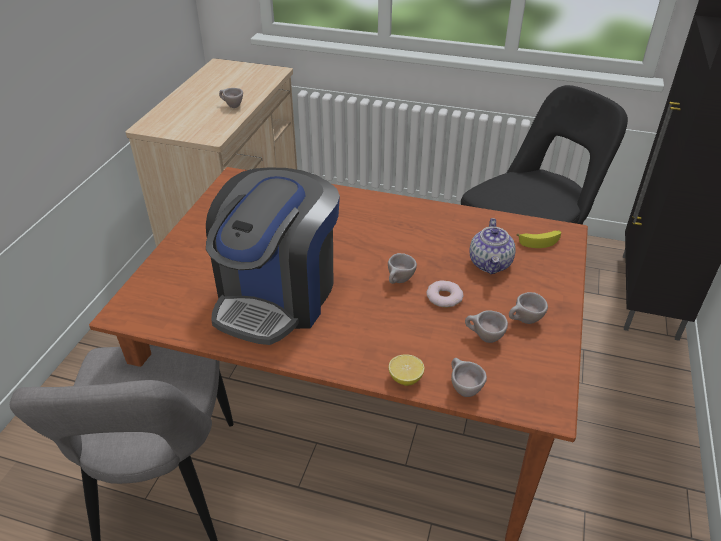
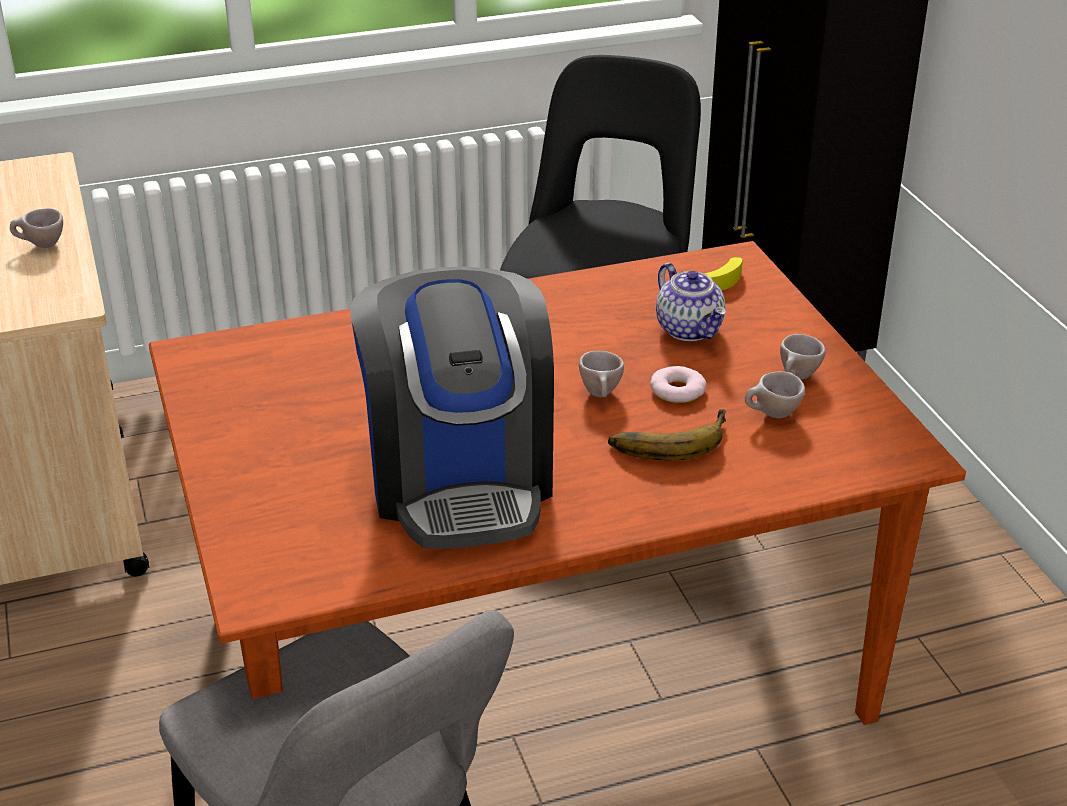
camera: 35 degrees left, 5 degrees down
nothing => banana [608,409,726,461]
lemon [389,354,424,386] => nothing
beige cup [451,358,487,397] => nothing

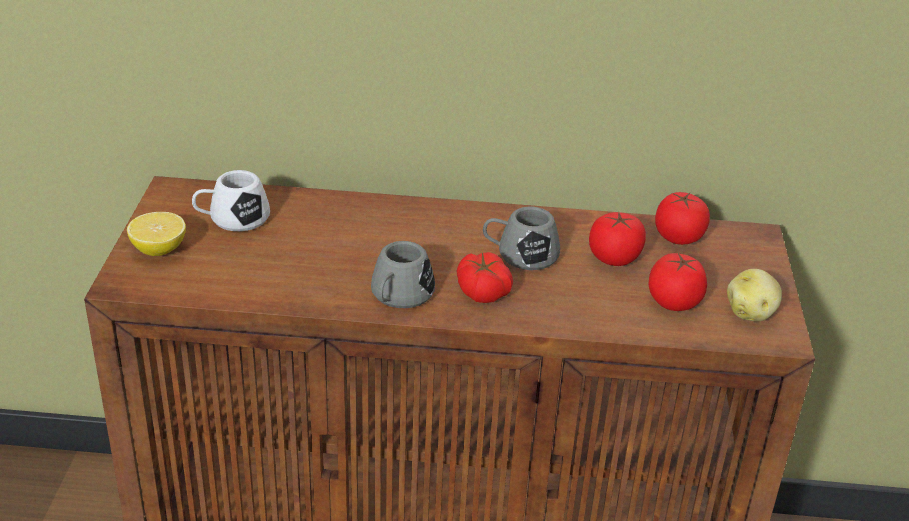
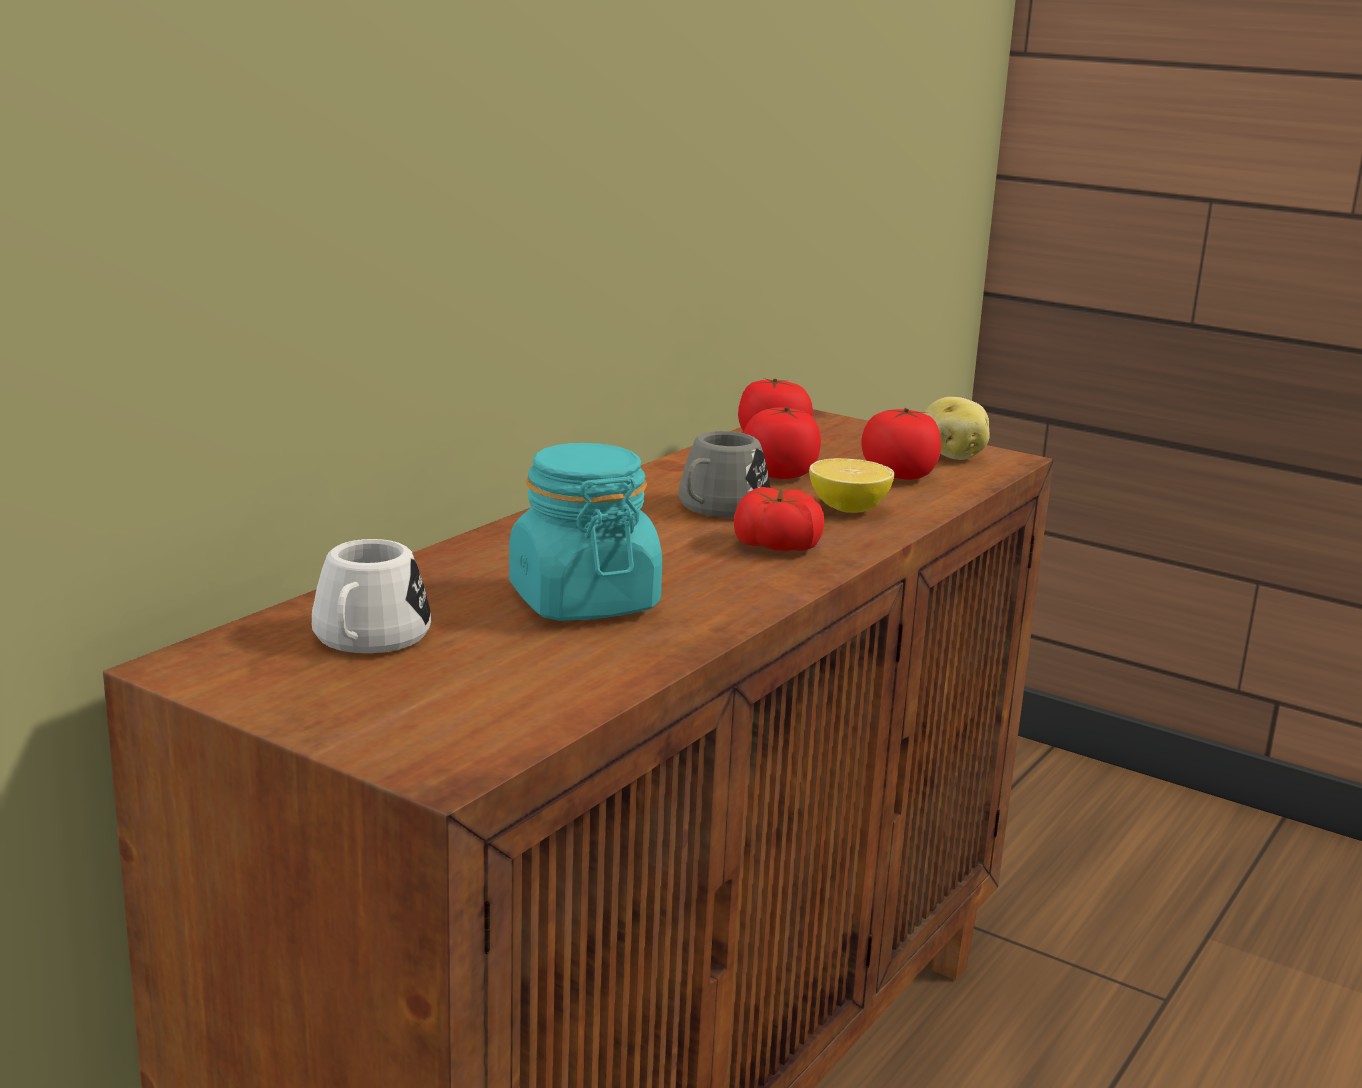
camera: 60 degrees left, 15 degrees down
nothing => turquoise jar [509,443,662,621]
lemon [127,212,186,256] => lemon [809,458,894,513], move
grey mug [371,241,435,308] => nothing

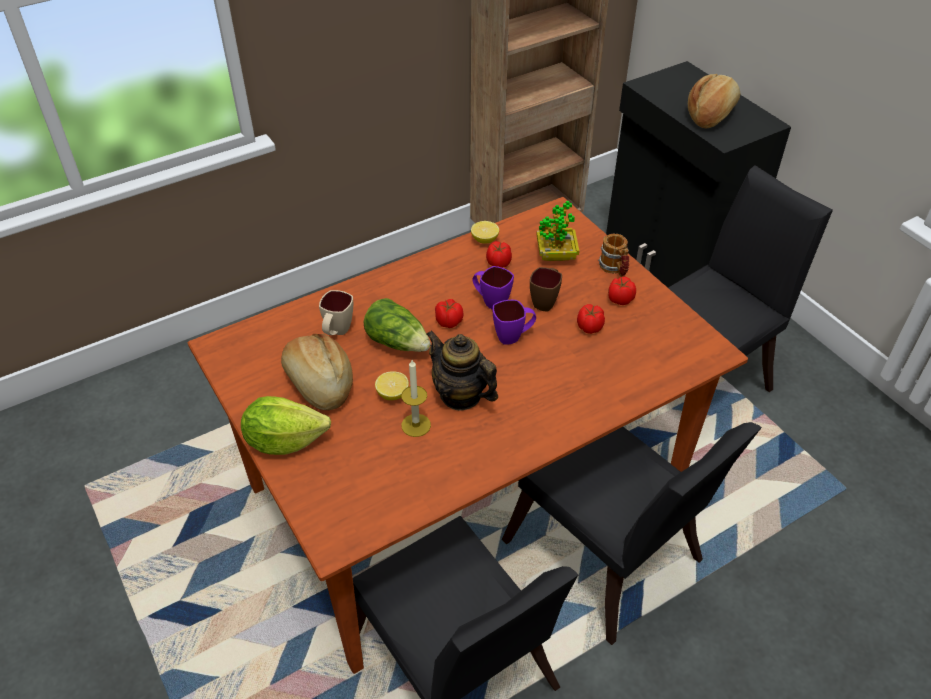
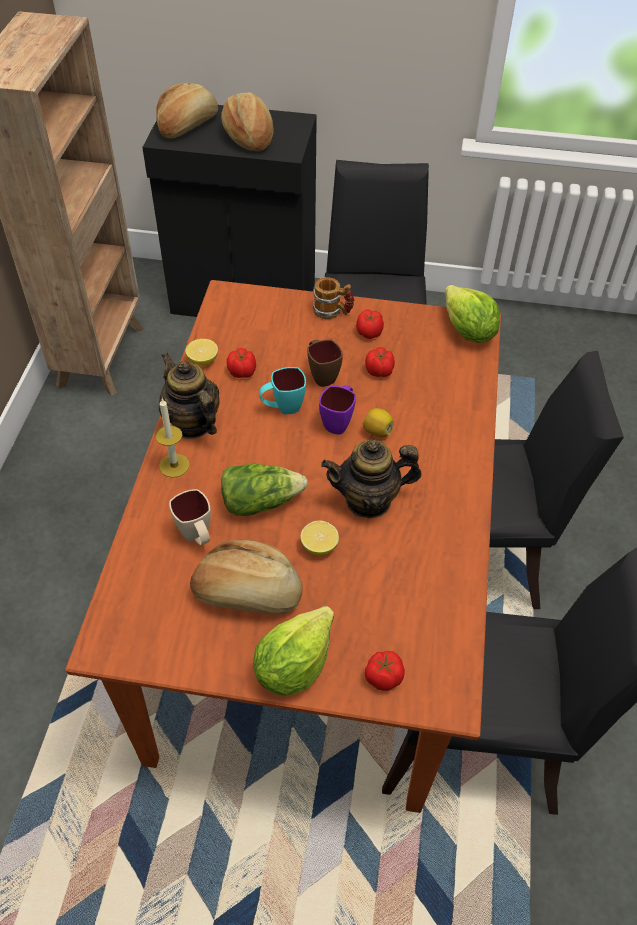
camera: 50 degrees left, 5 degrees up
candle [401,360,431,437] => candle [155,399,190,478], move
nothing => bread [157,83,218,139]
nothing => teapot [159,353,220,439]
purple mug [472,266,514,310] => turquoise mug [259,367,306,414]
nothing => lemon [363,408,394,437]
tomato [435,299,464,328] => tomato [365,651,405,691], move
nothing => lettuce [445,285,500,343]
potted plant [537,201,579,261] => nothing

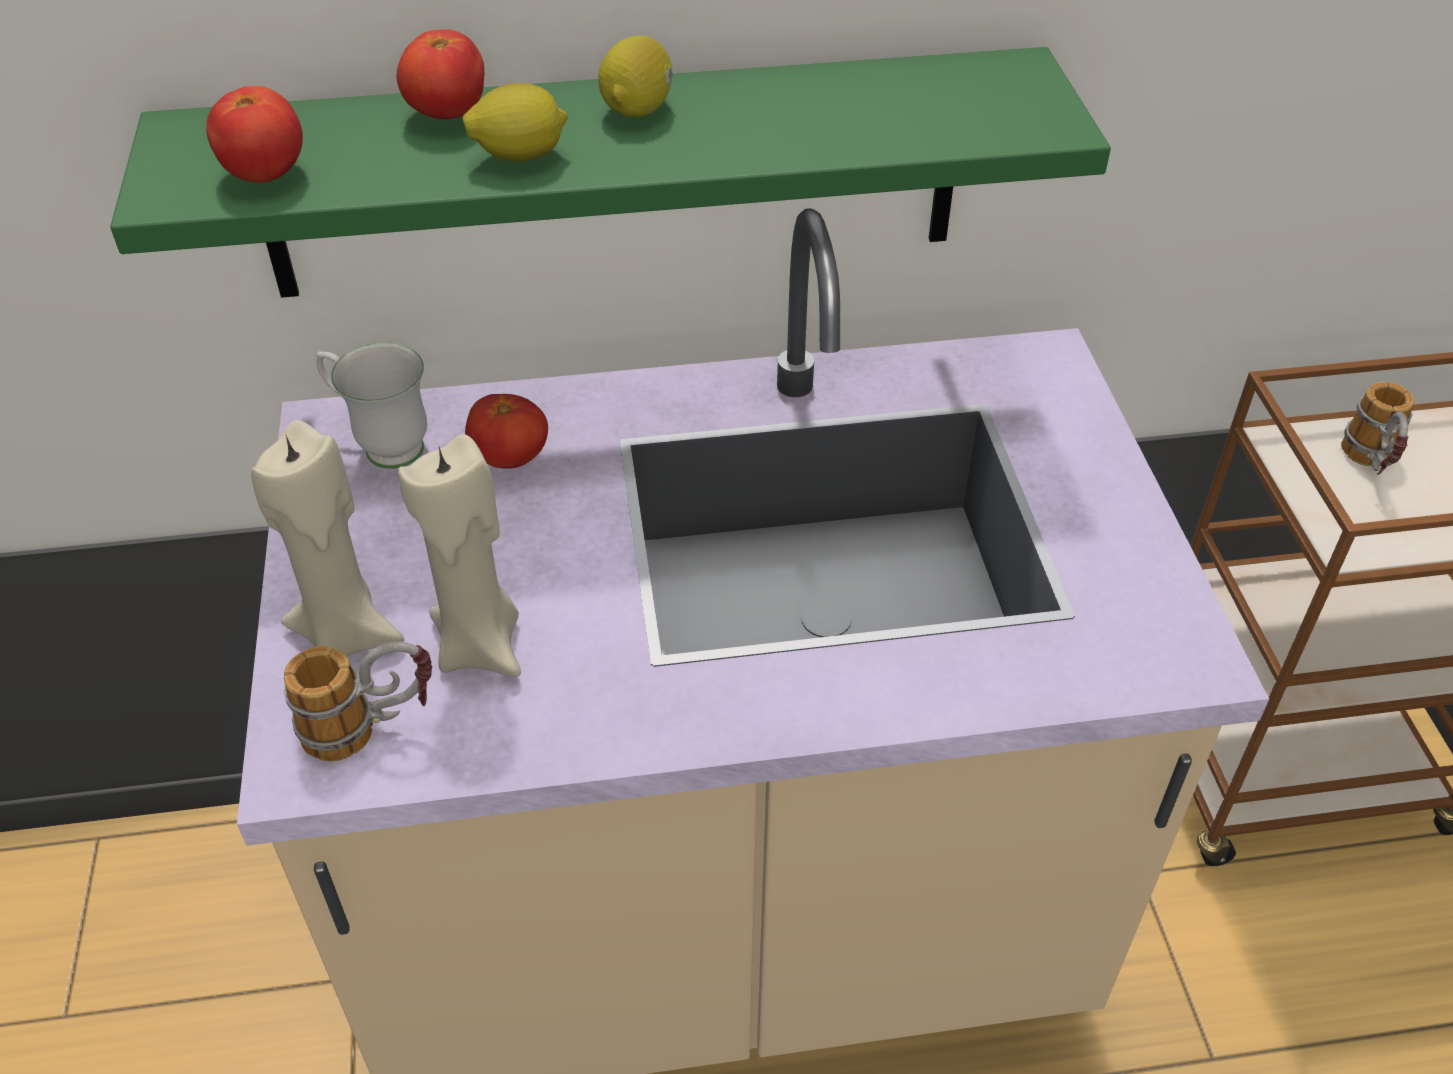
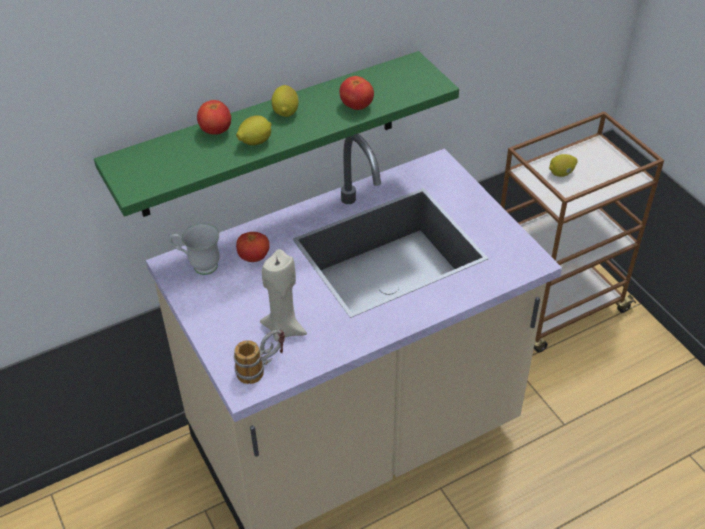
camera: 20 degrees left, 0 degrees up
tomato [206,86,303,183] => tomato [340,76,374,110], move
mug [1341,382,1415,475] => lemon [549,154,578,177]
beige candle [251,421,404,656] => nothing

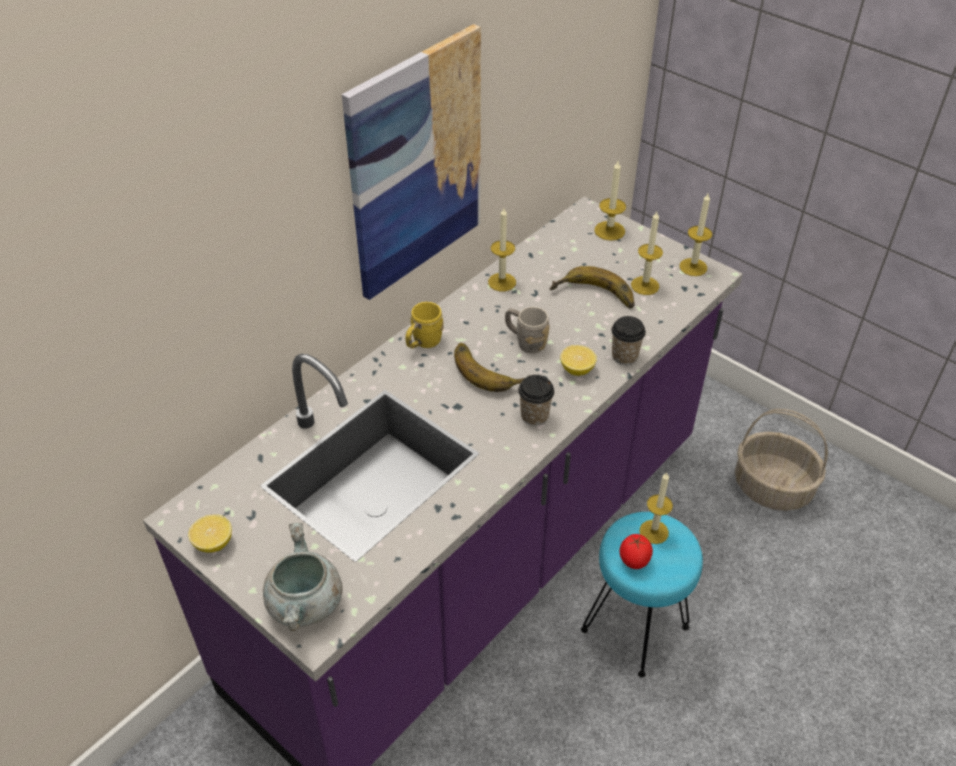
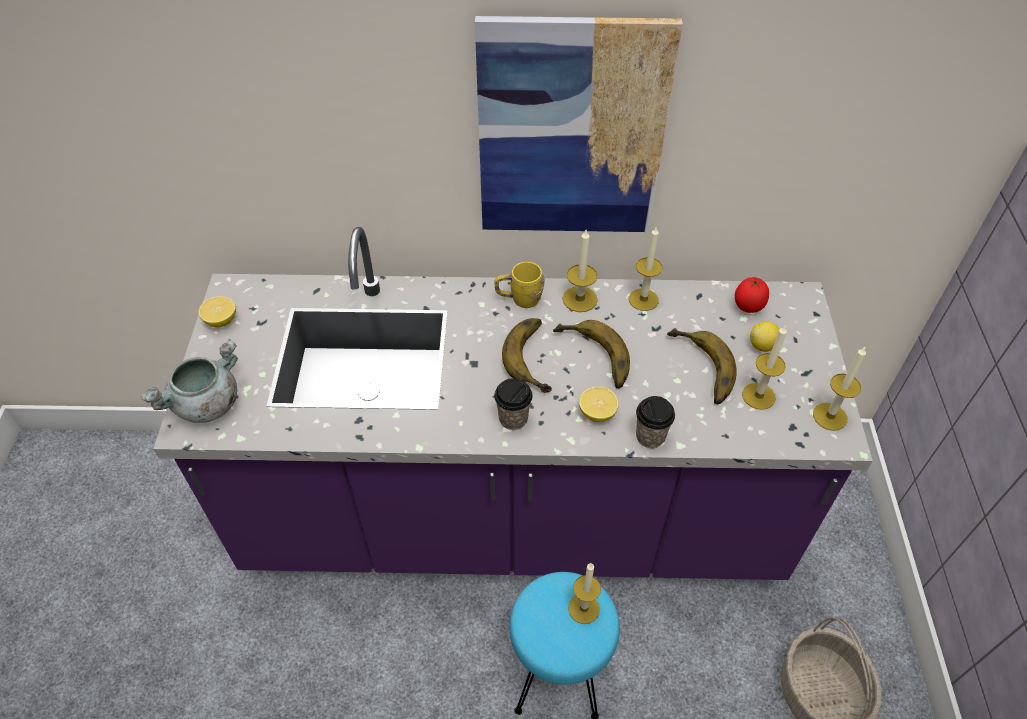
camera: 50 degrees right, 5 degrees up
grey mug [505,307,549,353] => banana [553,320,630,388]
candle [594,161,626,241] => candle [563,230,598,312], move
tomato [620,534,653,569] => tomato [735,277,769,313], move
nothing => lemon [750,322,780,352]

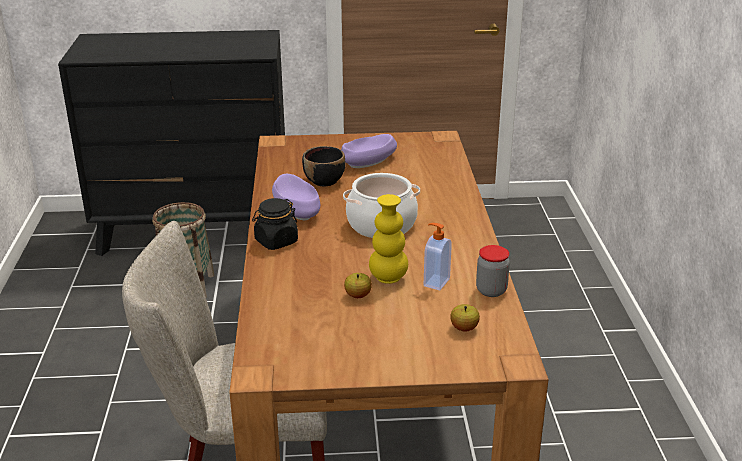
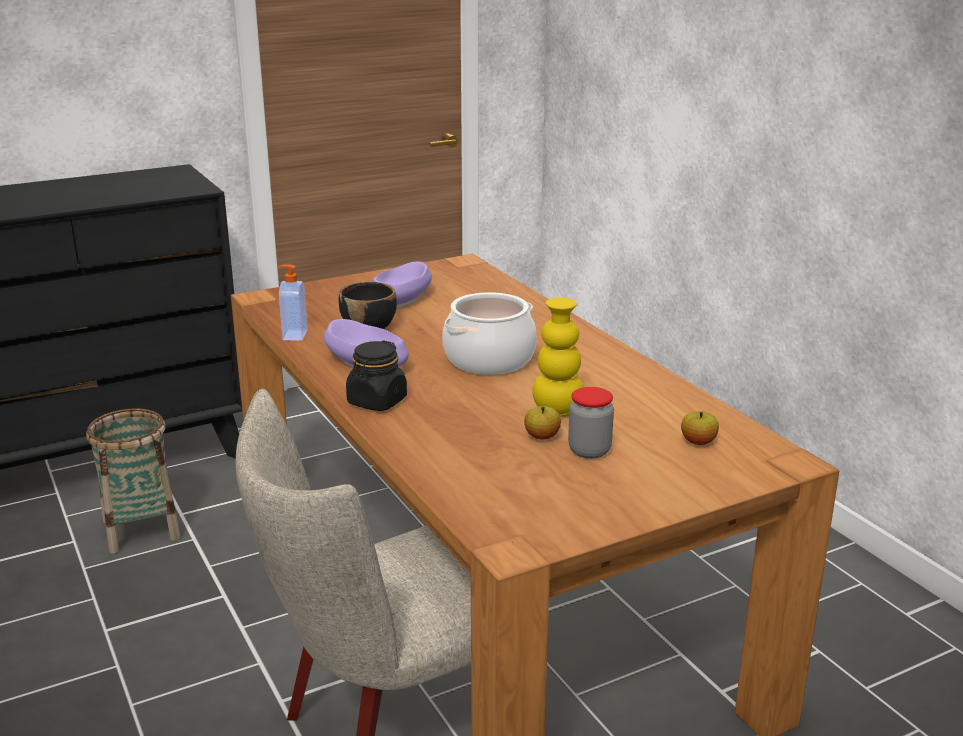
camera: 25 degrees left, 5 degrees down
soap dispenser [424,223,452,290] => soap dispenser [277,264,308,341], move
jar [476,245,510,297] => jar [568,387,614,459], move

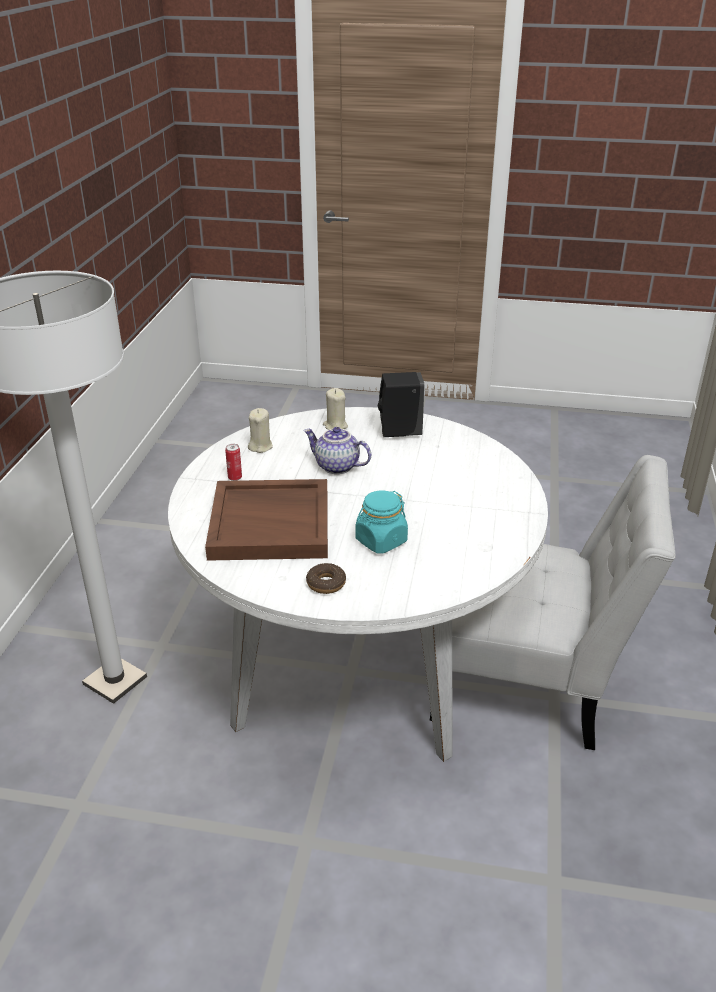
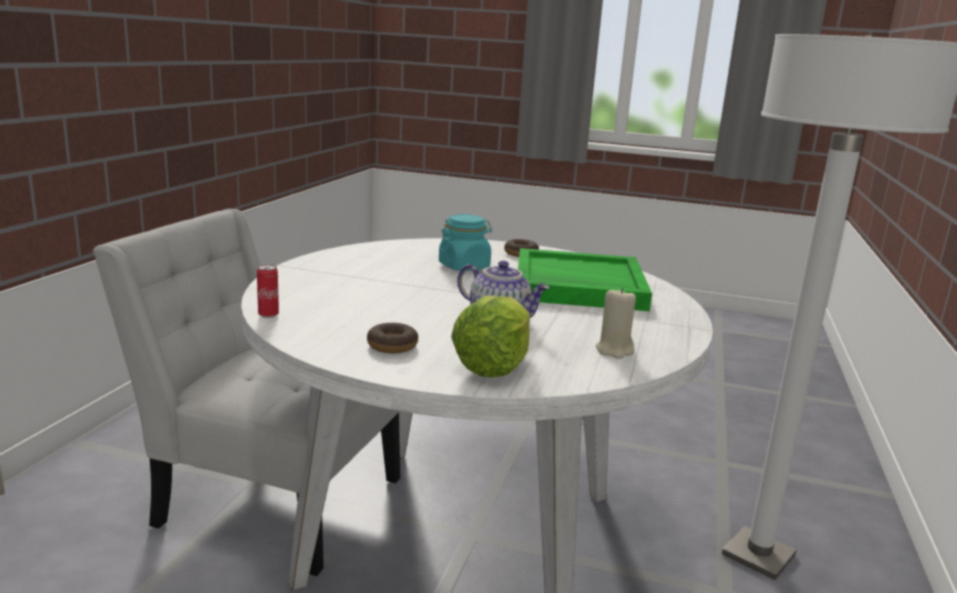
camera: 175 degrees left, 15 degrees down
can [225,444,242,481] => can [257,264,279,318], move
black soap dispenser [378,372,425,437] => donut [367,323,418,353]
beige candle [323,388,348,430] => lettuce [451,296,530,377]
brown tray [205,479,328,561] => green tray [518,248,652,311]

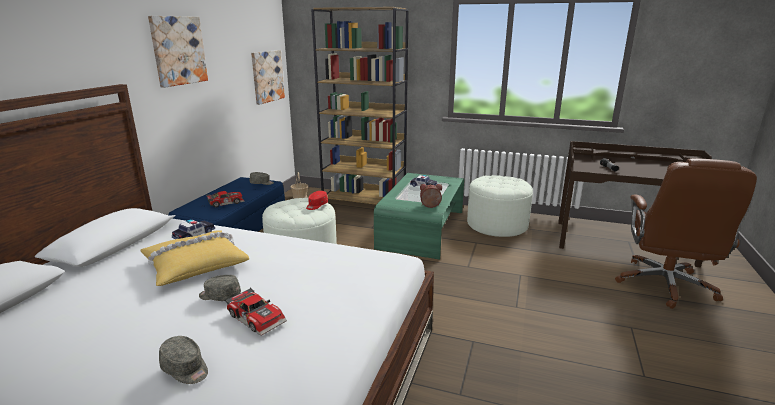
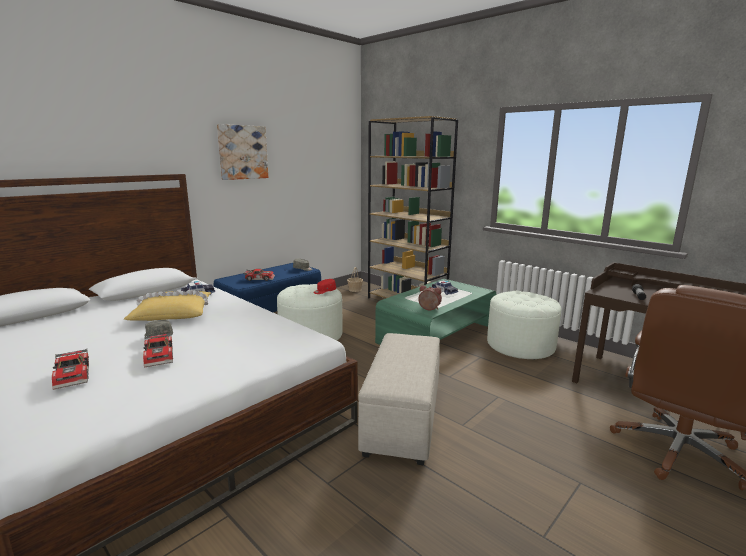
camera: 25 degrees right, 5 degrees down
grey cap [159,336,208,384] => toy car [52,349,89,390]
nothing => beige ottoman [358,333,440,465]
picture [251,50,285,105] => nothing

